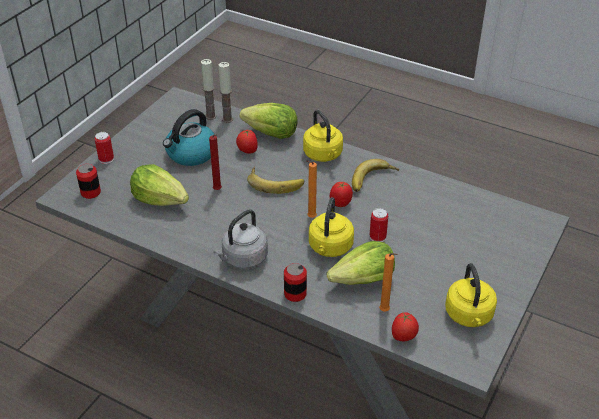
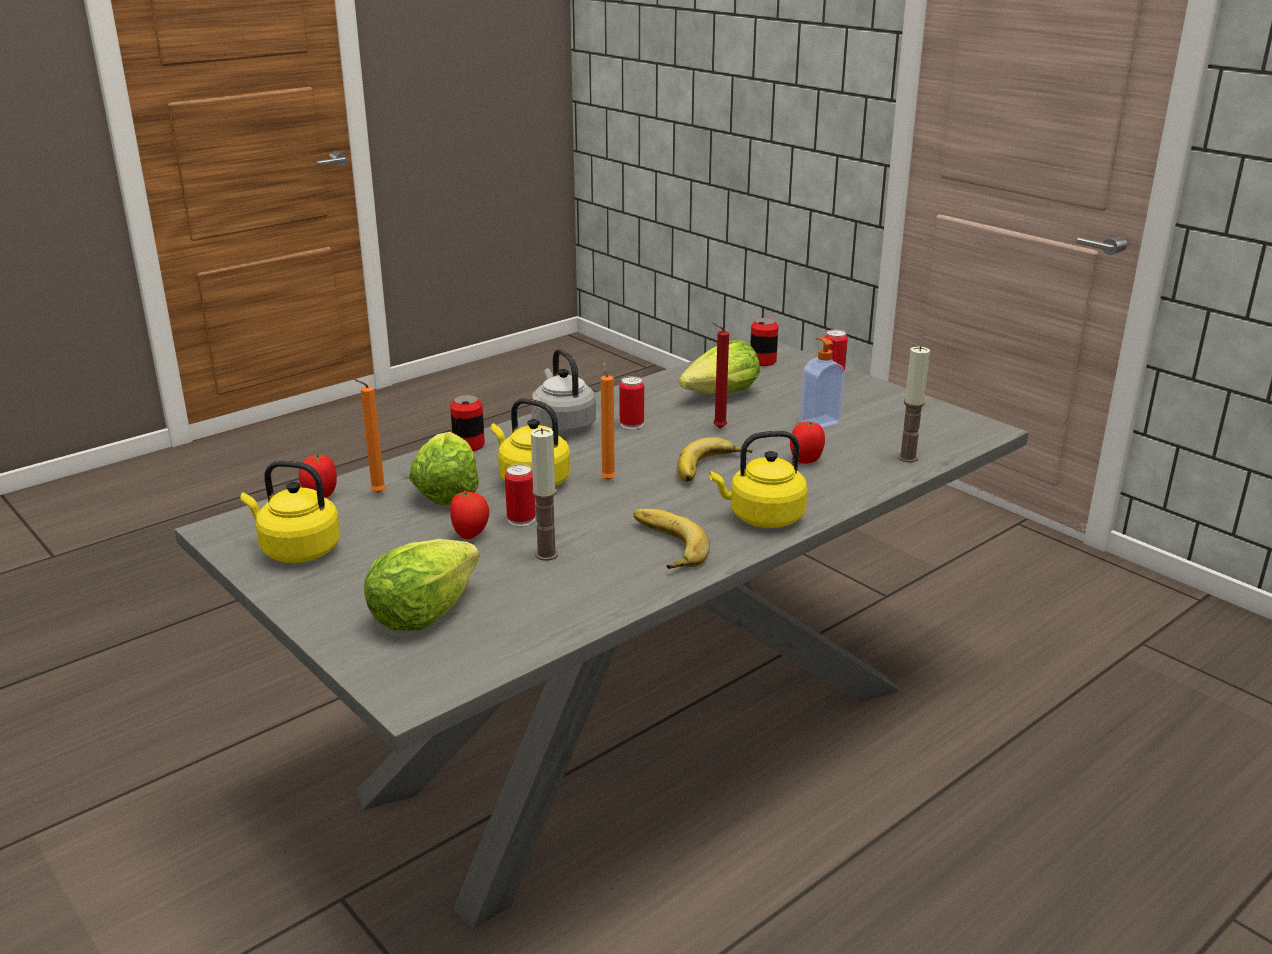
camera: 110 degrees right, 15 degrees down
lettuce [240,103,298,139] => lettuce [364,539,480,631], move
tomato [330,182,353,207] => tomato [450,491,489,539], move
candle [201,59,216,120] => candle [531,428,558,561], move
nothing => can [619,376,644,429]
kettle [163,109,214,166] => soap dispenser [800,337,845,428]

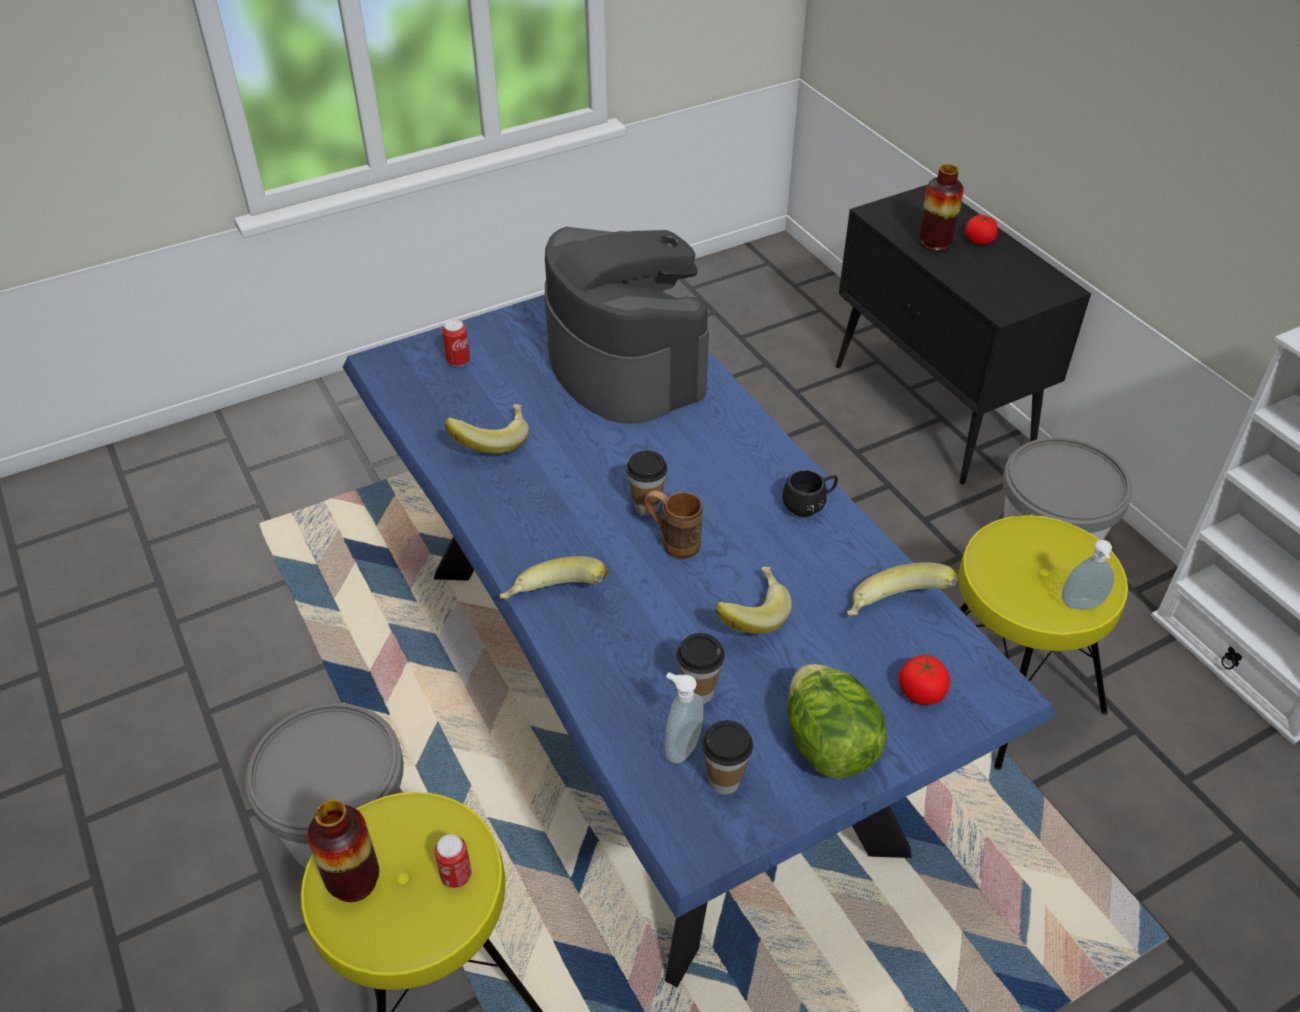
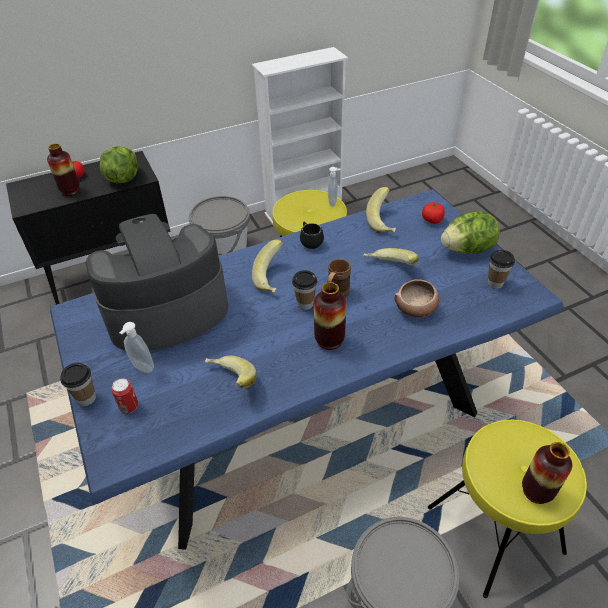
camera: 85 degrees left, 0 degrees up
cup [677,633,725,704] => cup [60,363,96,406], move
nothing => lettuce [100,146,138,183]
soap dispenser [665,672,703,764] => soap dispenser [119,322,154,373], move
banana [500,556,608,600] => banana [252,240,283,293], move
nothing => vase [314,282,346,350]
nothing => bowl [395,279,439,318]
can [435,834,472,888] => nothing

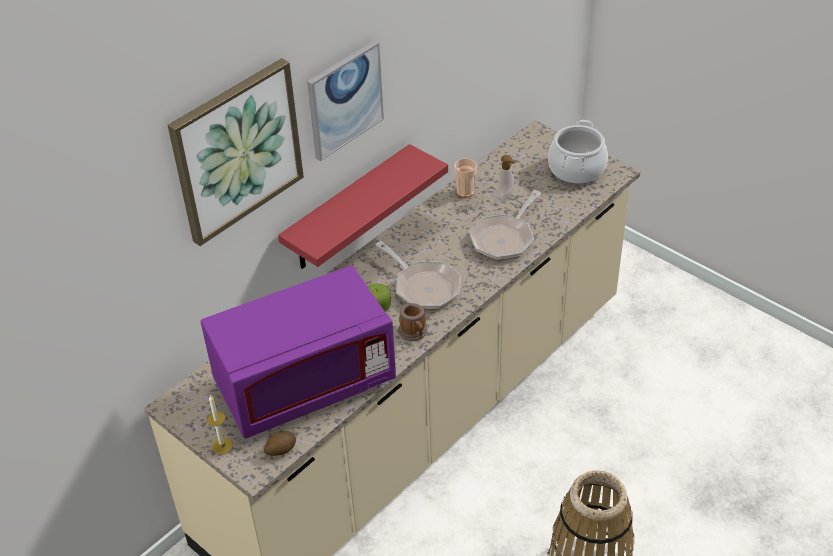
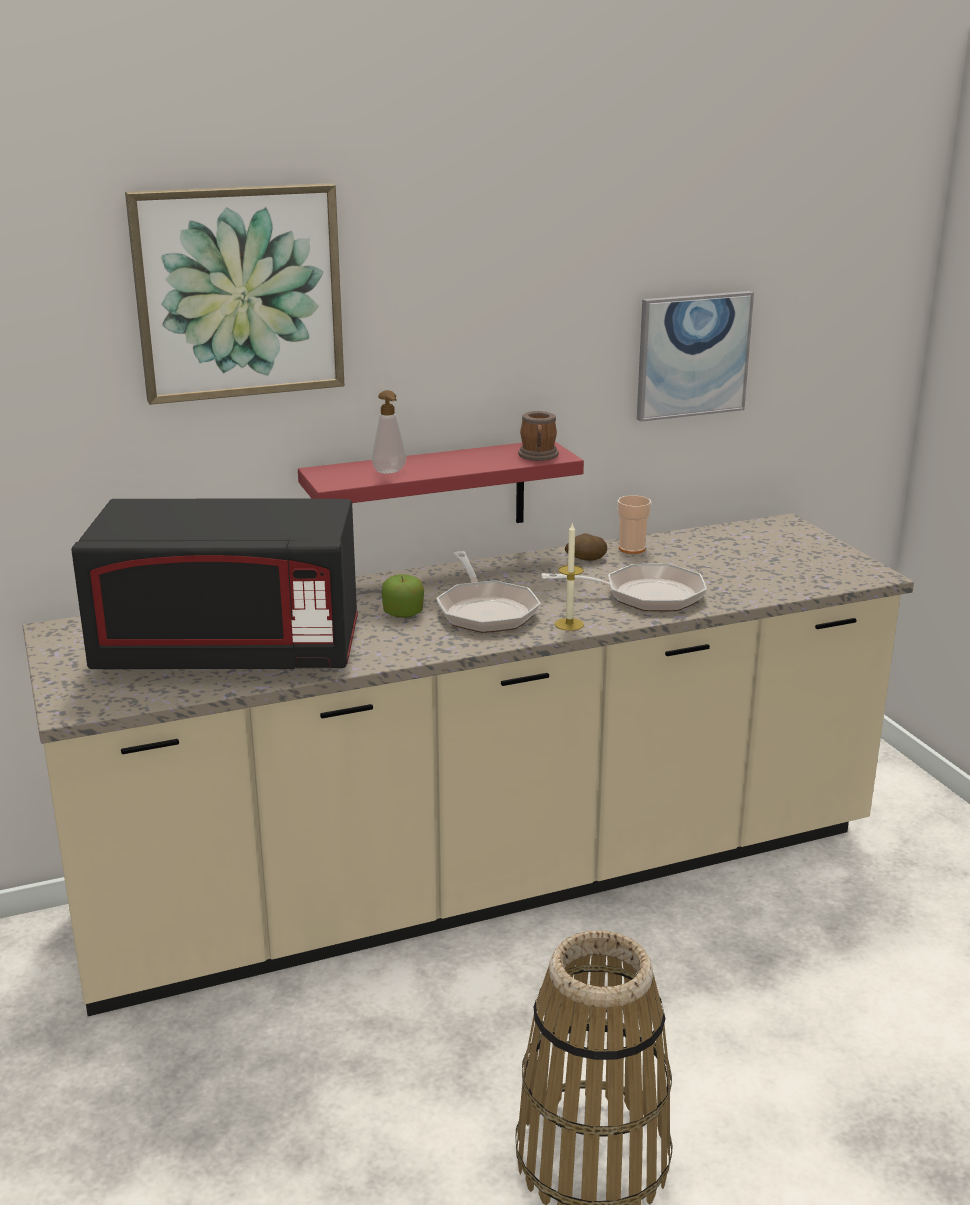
camera: 25 degrees right, 20 degrees down
purple microwave [201,266,396,438] => black microwave [71,499,358,669]
soap dispenser [497,155,516,200] => soap dispenser [372,390,407,474], move
mug [398,303,427,341] => mug [518,411,559,461], move
frying pan [469,190,541,260] => frying pan [541,564,707,611], 150 degrees counterclockwise
candle [207,395,233,455] => candle [555,522,584,631], move
potato [264,431,296,456] => potato [565,533,607,561], move
picture [307,41,384,161] => picture [637,291,754,422], move
cooking pot [548,120,608,184] => nothing

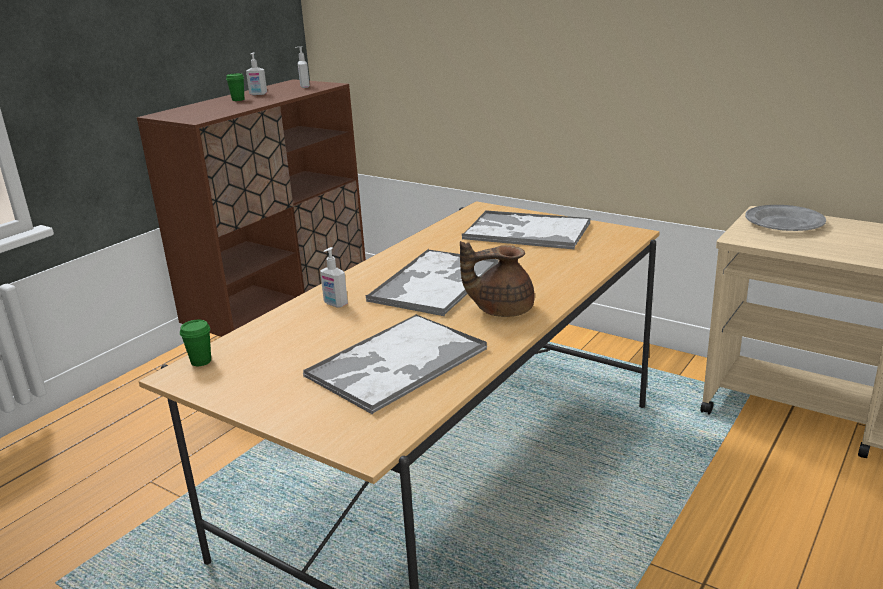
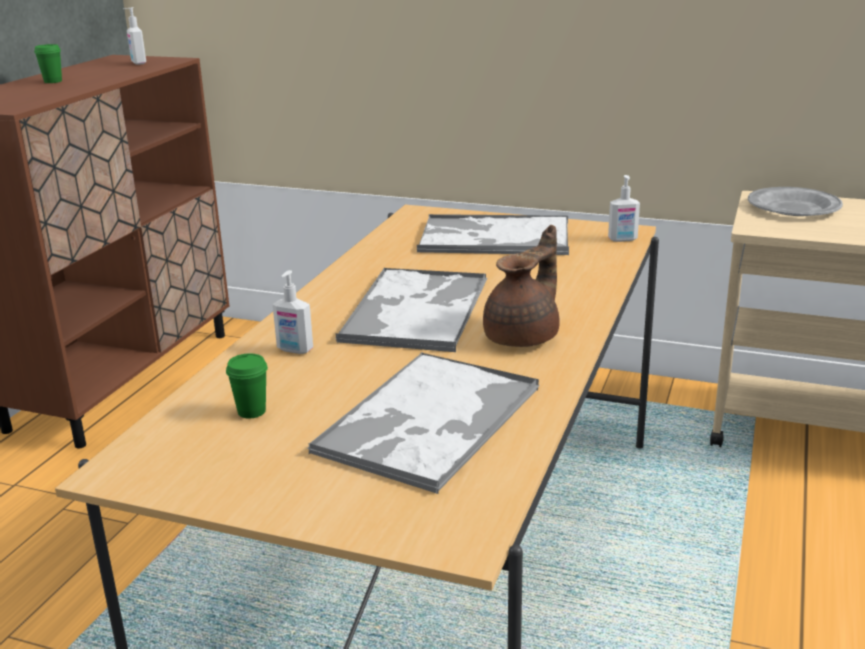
camera: 15 degrees left, 0 degrees up
green cup [180,320,211,366] => green cup [226,353,268,419], move
brown teapot [460,241,535,317] => brown teapot [483,225,560,347], 150 degrees clockwise
soap dispenser [246,53,267,95] => soap dispenser [608,175,640,242], move

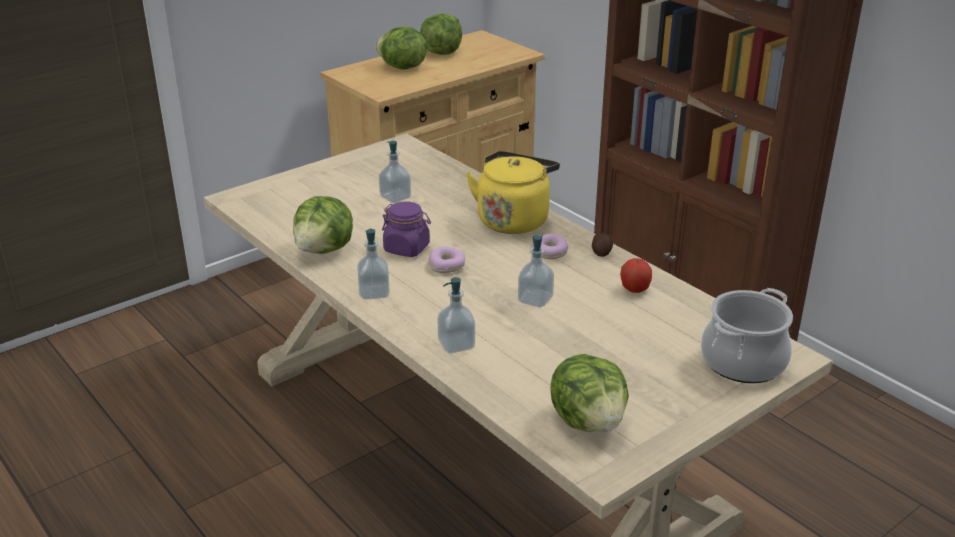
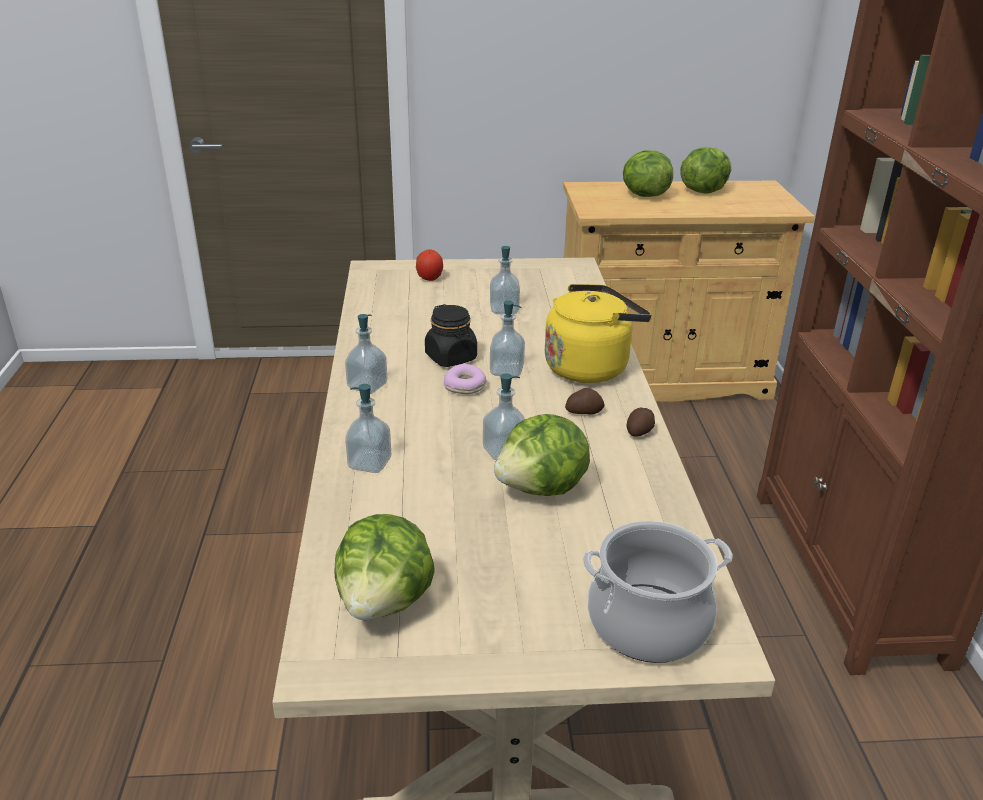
camera: 35 degrees right, 0 degrees up
apple [620,258,652,293] => apple [416,249,443,281], move
purple jar [382,201,431,257] => black jar [425,304,477,367]
nothing => soap dispenser [490,301,525,376]
lettuce [293,196,353,254] => lettuce [494,414,590,496], move
donut [531,233,568,259] => potato [565,388,605,415]

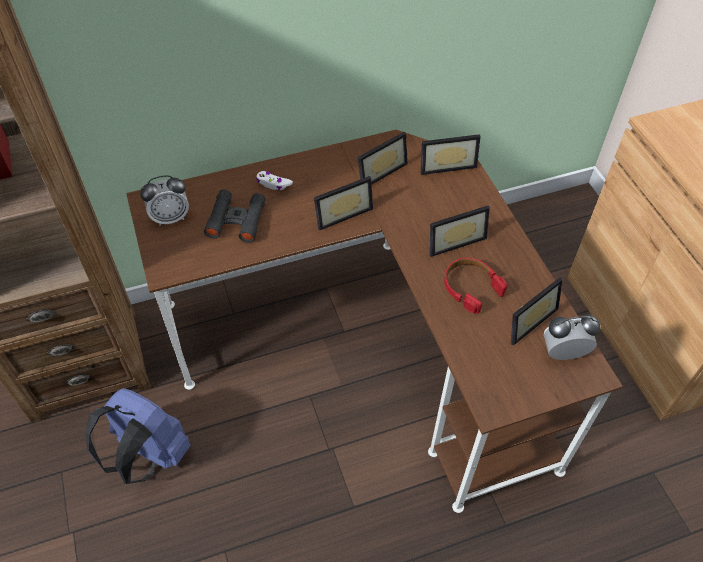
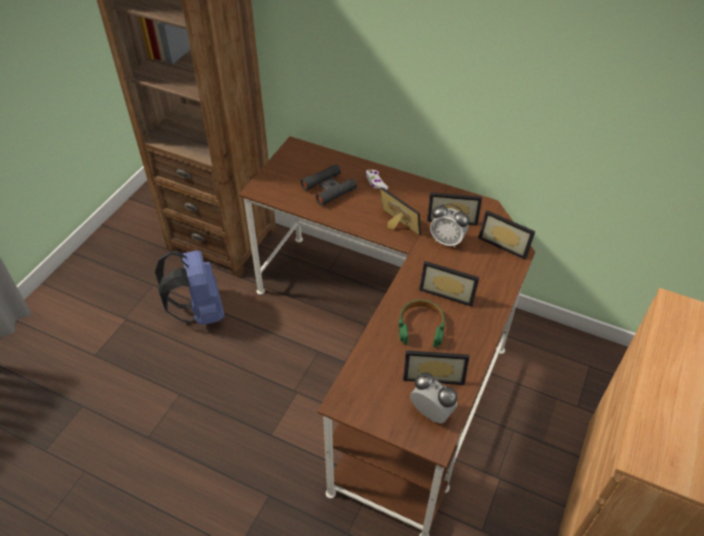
camera: 45 degrees right, 5 degrees down
picture frame [314,176,373,231] => picture frame [380,187,421,235], 150 degrees counterclockwise
red headphones [444,258,508,314] => green headphones [399,300,445,348]
alarm clock [140,175,189,226] => alarm clock [430,203,469,248], move

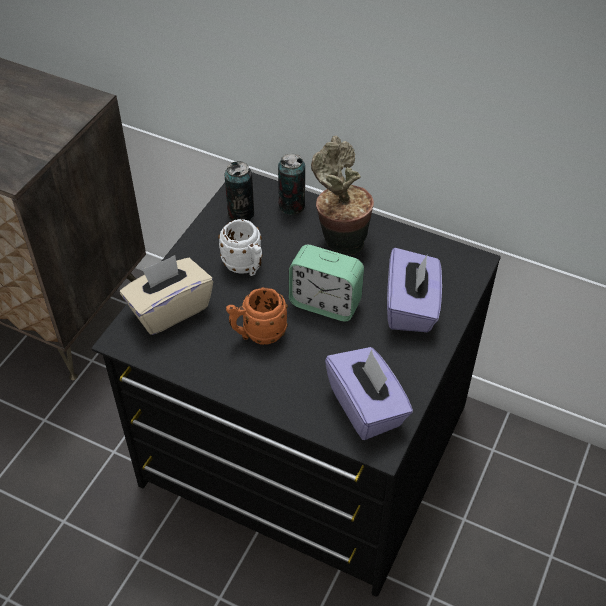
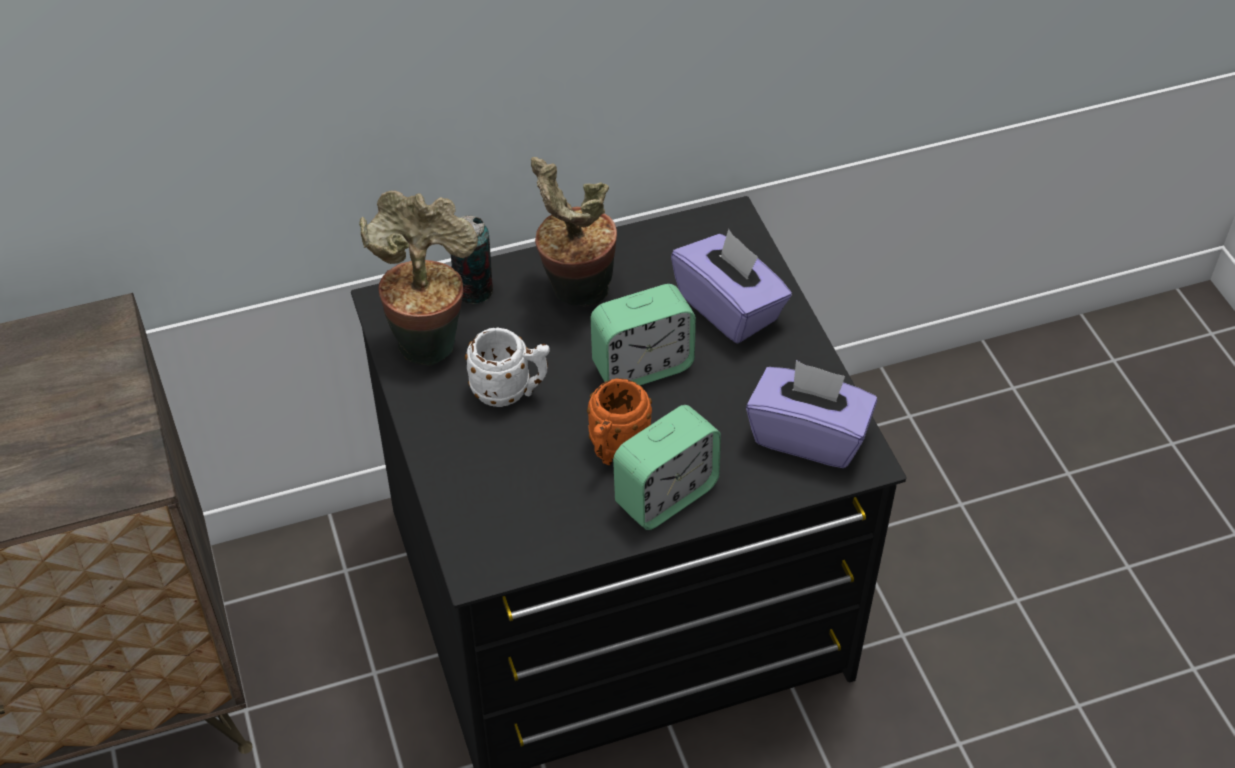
camera: 45 degrees left, 0 degrees up
can [225,161,254,221] => potted plant [359,191,478,366]
nothing => alarm clock [613,405,721,530]
beige tissue box [120,255,213,335] => nothing

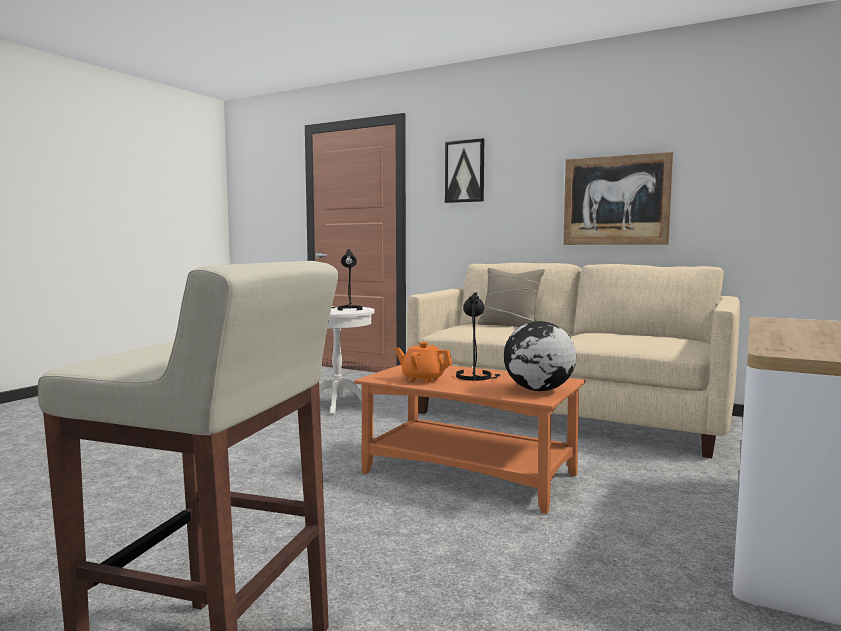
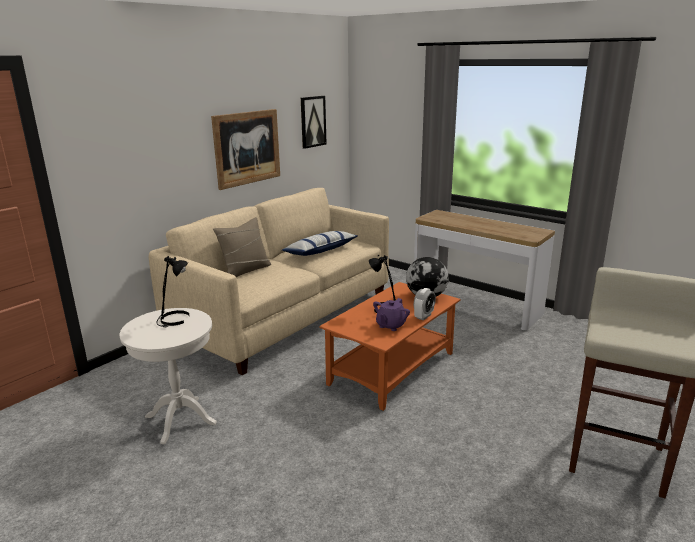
camera: 80 degrees left, 15 degrees up
nothing => pillow [282,231,358,256]
picture [445,138,484,203] => picture [301,96,327,149], move
orange teapot [395,342,453,383] => purple teapot [373,298,410,331]
nothing => alarm clock [414,288,436,320]

